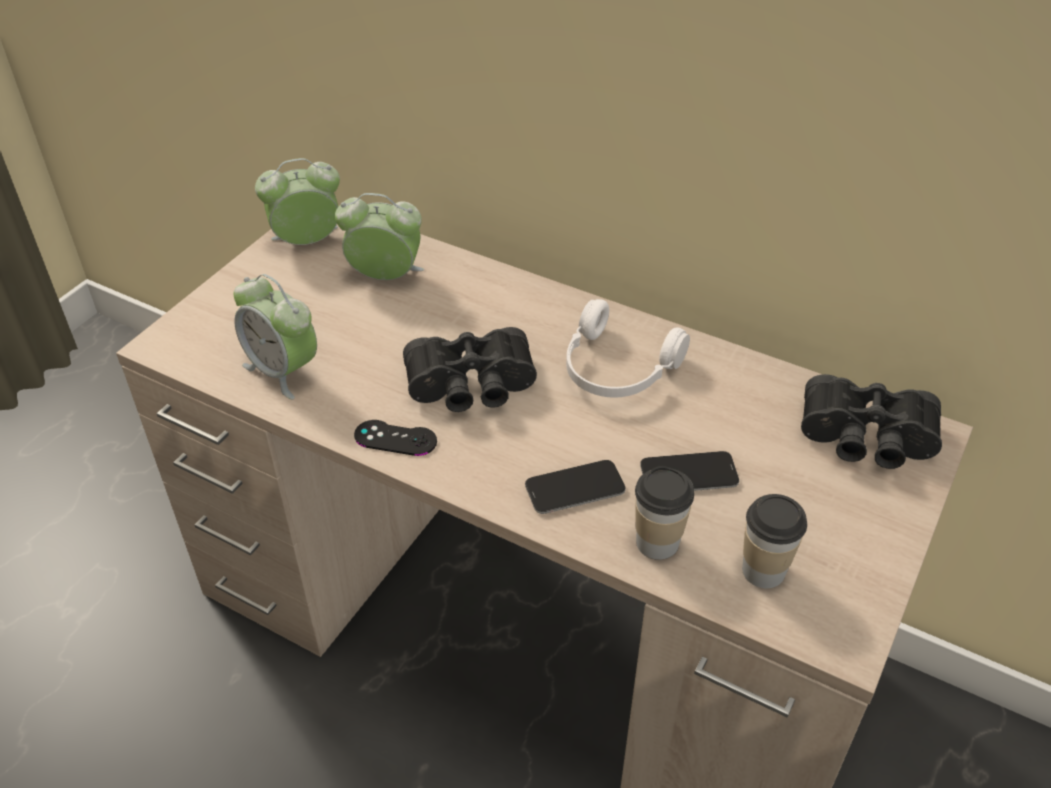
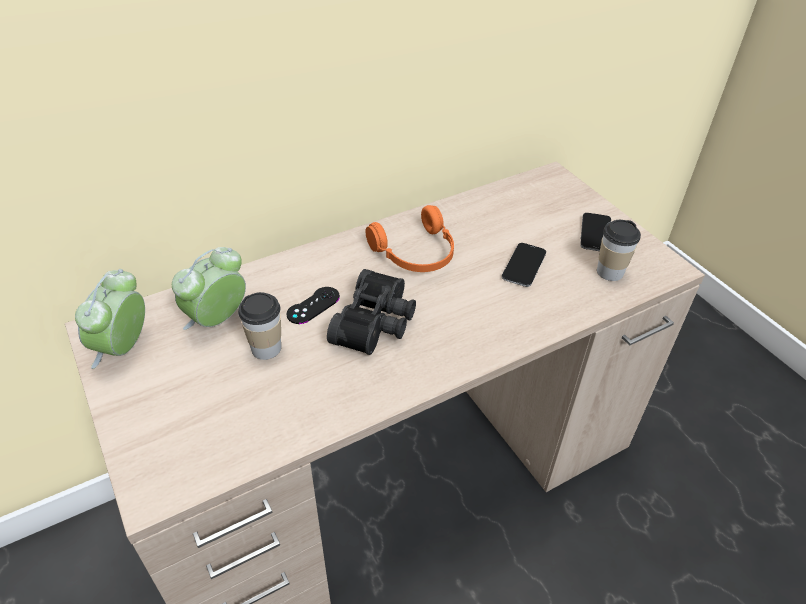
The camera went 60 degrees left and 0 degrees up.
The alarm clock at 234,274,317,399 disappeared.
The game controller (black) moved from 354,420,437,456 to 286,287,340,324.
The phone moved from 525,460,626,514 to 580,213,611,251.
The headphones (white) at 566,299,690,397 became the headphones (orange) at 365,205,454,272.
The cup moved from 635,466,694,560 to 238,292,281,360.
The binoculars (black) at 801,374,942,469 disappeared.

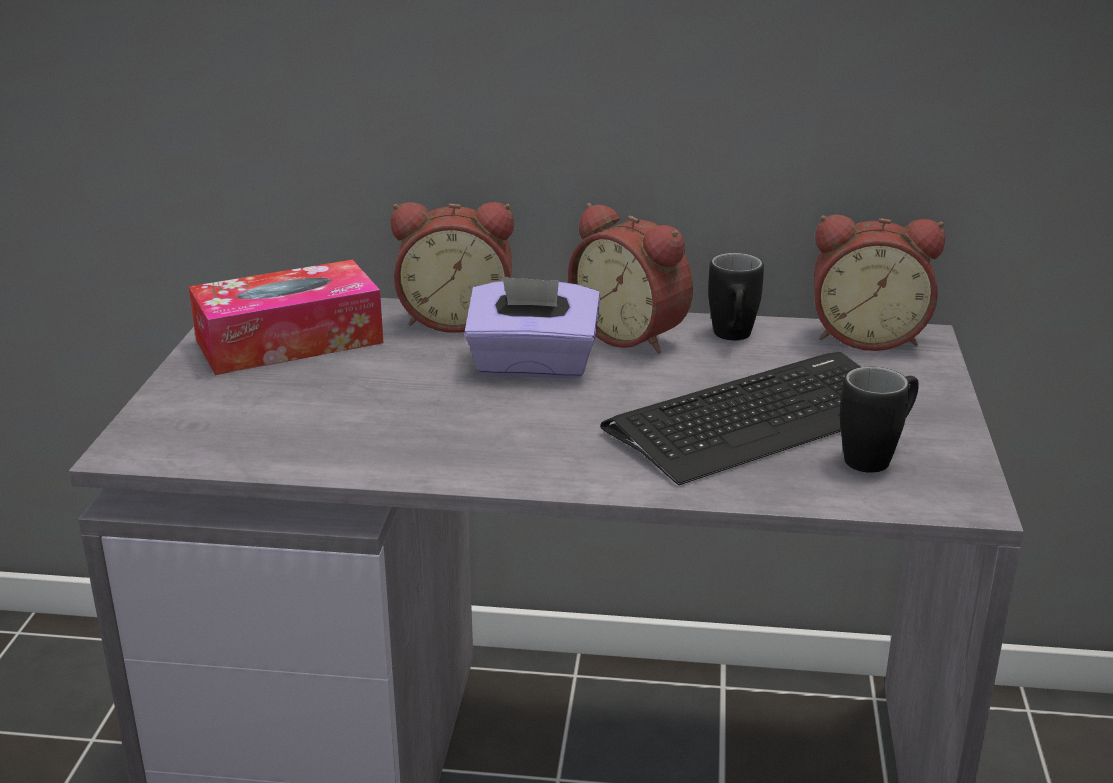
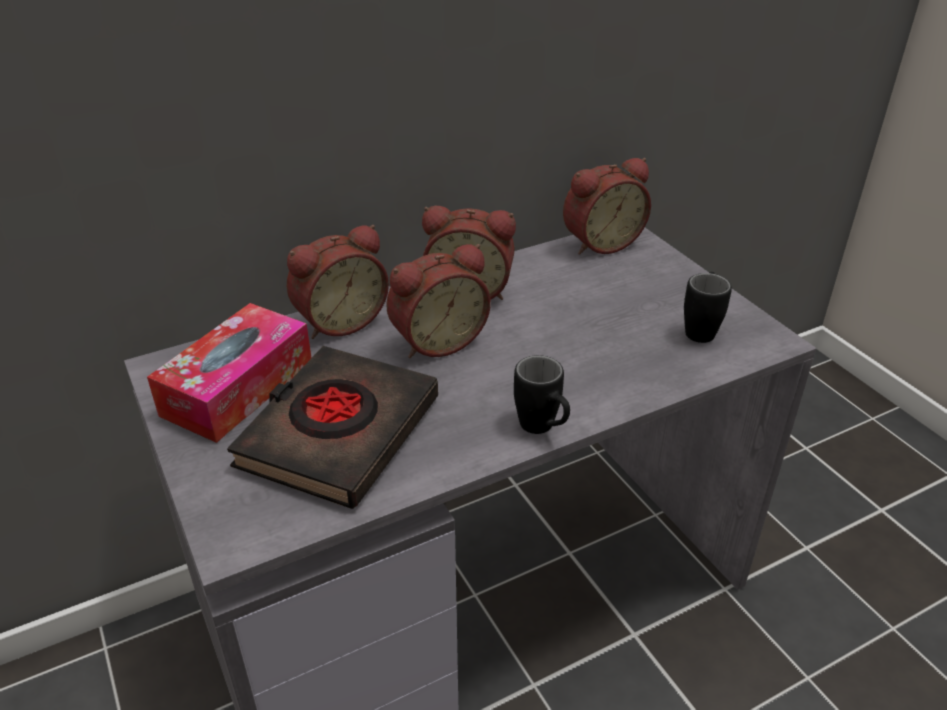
The camera went 35 degrees left and 10 degrees up.
The tissue box (purple) at 464,276,600,379 was replaced by the alarm clock at 386,244,491,358.
The keyboard at 600,352,860,485 disappeared.
The mug (black) moved from 708,253,764,341 to 514,355,570,434.
The book (black) at 227,346,438,509 appeared.

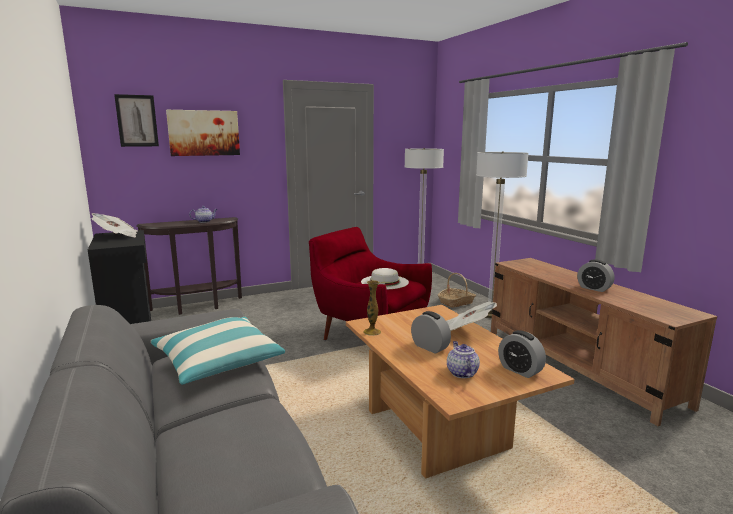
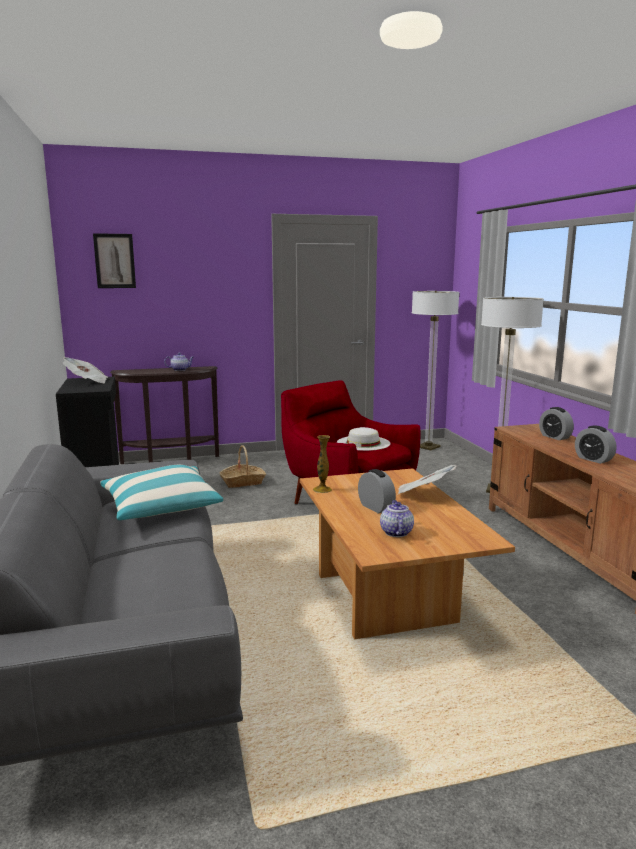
The camera went 10 degrees right and 0 degrees up.
The picture at 166,110,240,156 disappeared.
The basket moved from 438,273,476,308 to 220,445,267,488.
The alarm clock moved from 498,330,546,378 to 539,407,574,440.

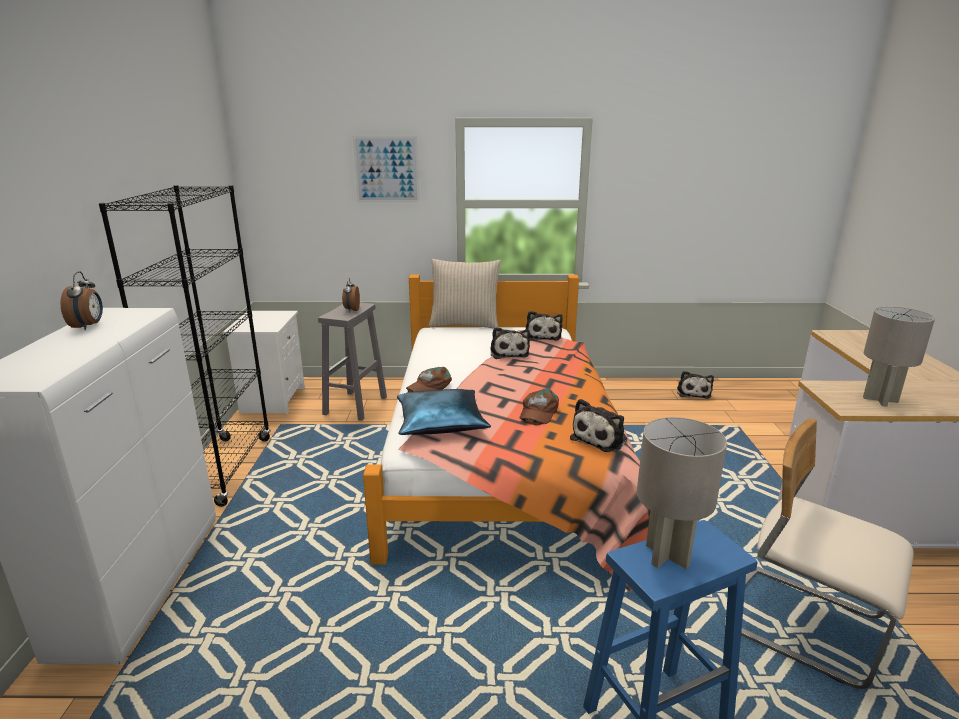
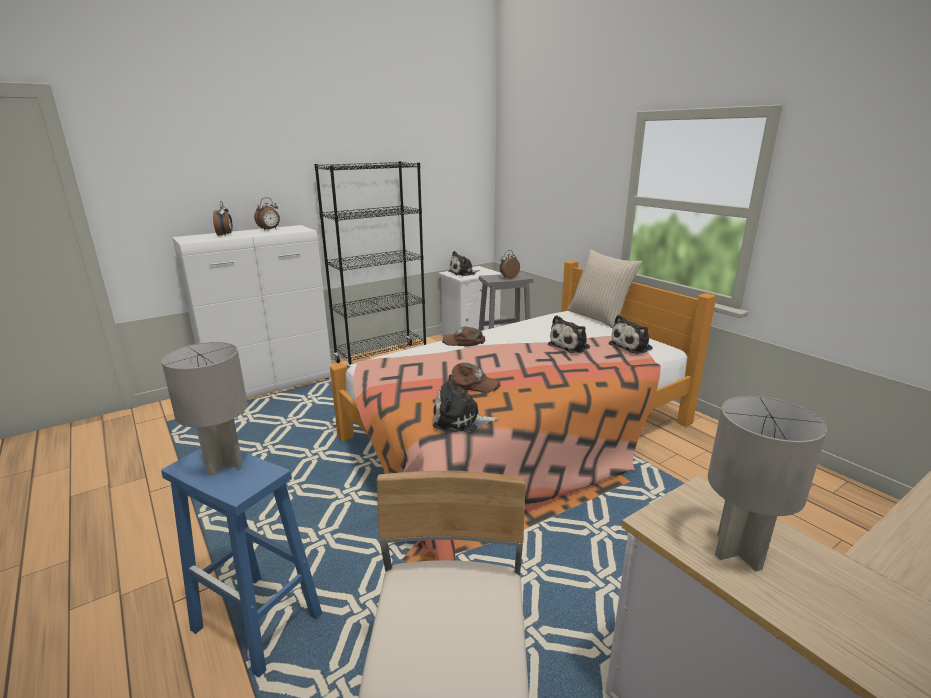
The camera went 55 degrees right and 0 degrees up.
The picture at 353,136,420,202 disappeared.
The pillow (blue) at 397,389,491,435 disappeared.
The cap (brown) at 520,388,559,426 turned 150 degrees counterclockwise.
The plush toy moved from 677,371,714,399 to 448,251,480,276.
The alarm clock at 213,201,233,237 appeared.

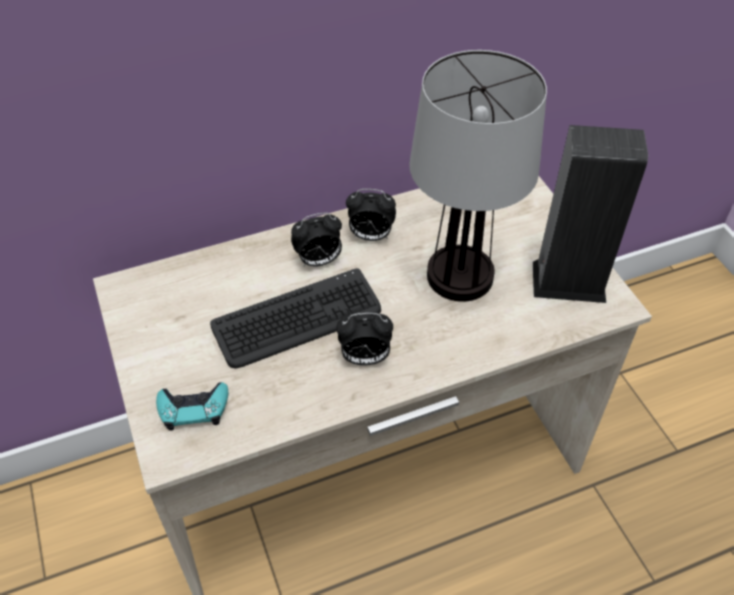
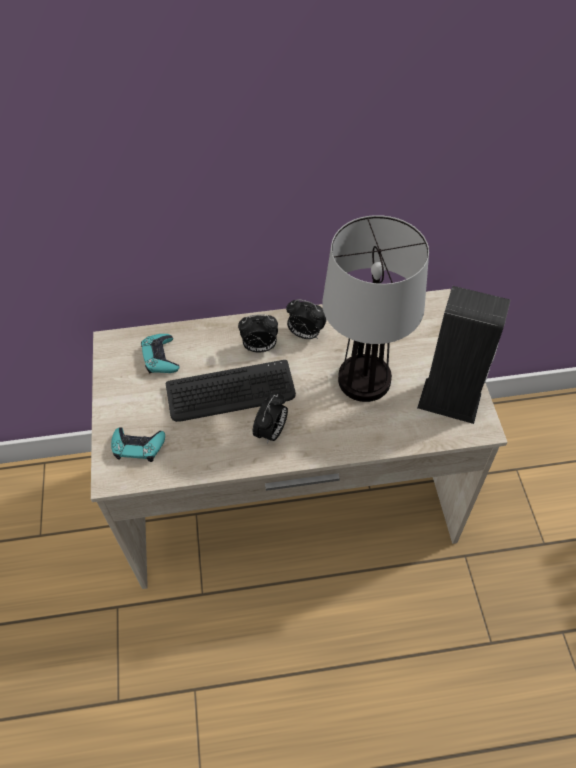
The camera went 15 degrees right and 5 degrees up.
The alarm clock at 336,313,393,366 turned 75 degrees counterclockwise.
The game controller (turquoise) at 141,334,180,373 appeared.

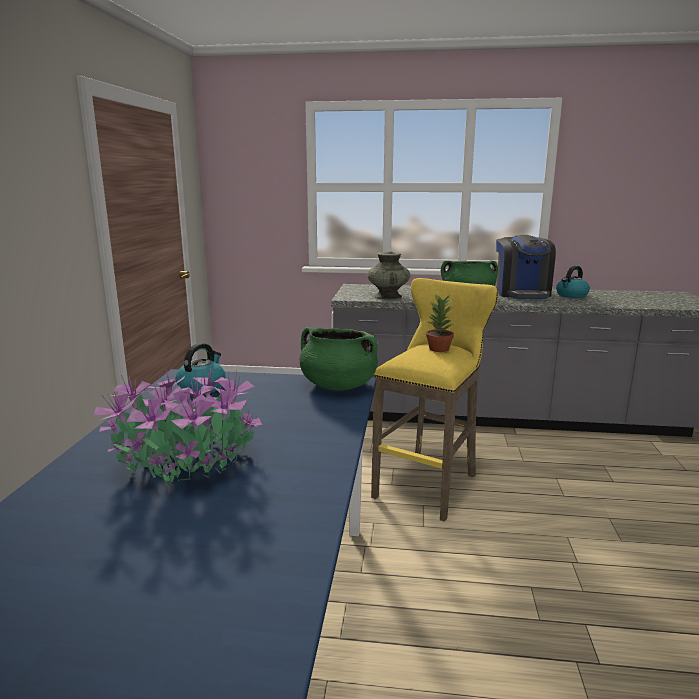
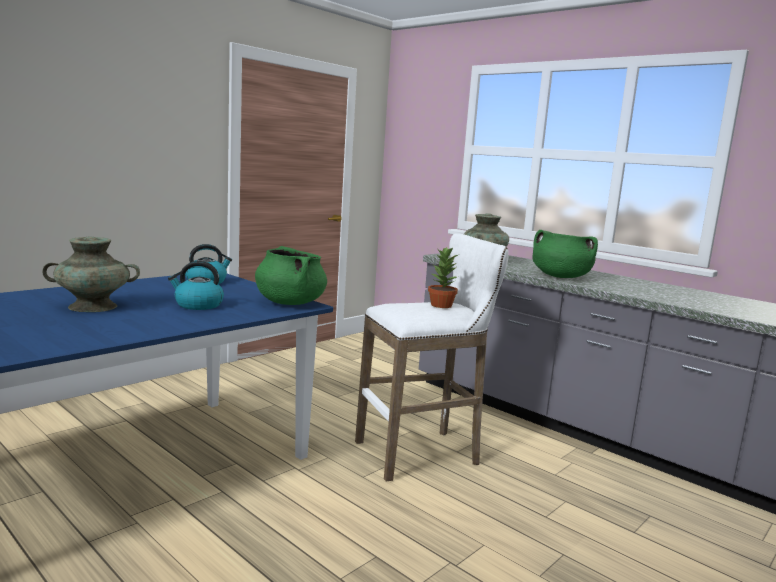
The camera went 35 degrees right and 5 degrees down.
The potted plant at 94,367,262,486 was replaced by the vase (turquoise) at 42,236,140,312.
The stool (yellow) at 371,278,498,522 became the stool (white) at 355,233,509,482.
The coffee machine at 496,235,556,299 disappeared.
The kettle moved from 556,266,590,298 to 168,261,224,310.

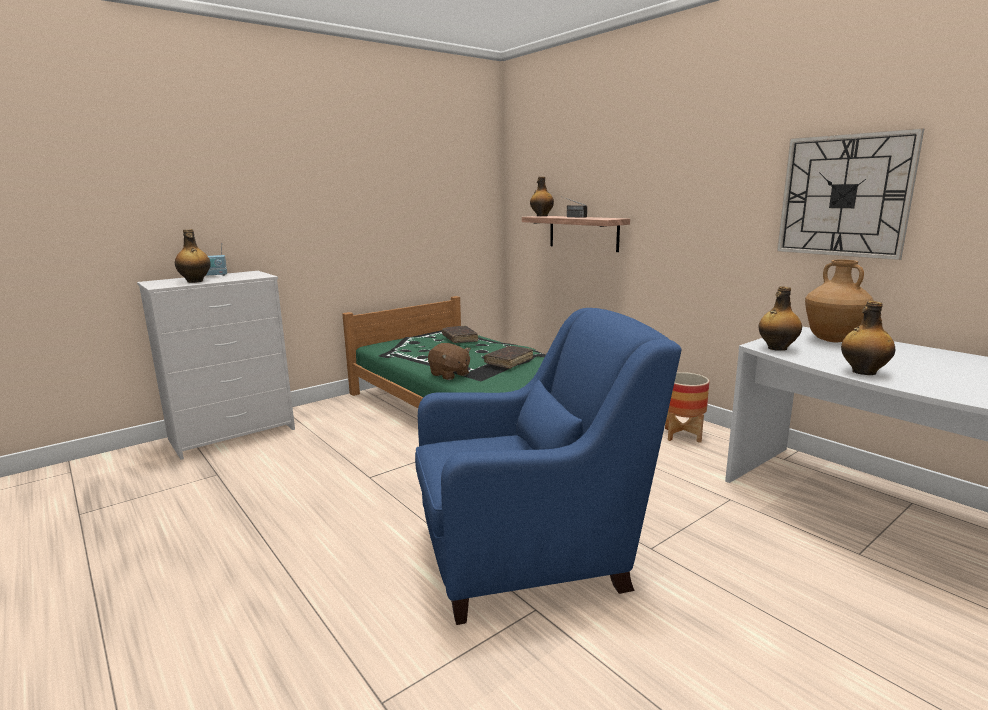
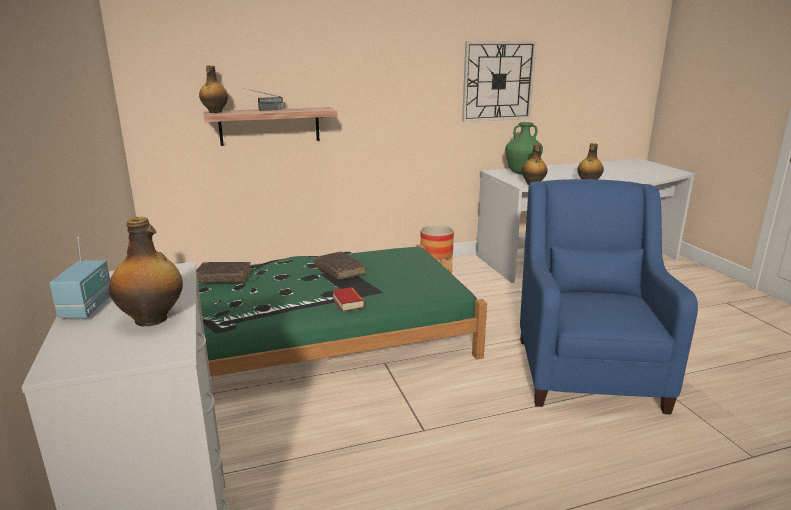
The camera went 70 degrees left and 5 degrees up.
The plush toy (brown) at 428,343,471,380 was replaced by the book at 332,287,364,312.
The vase (brown) at 805,260,874,342 became the vase (green) at 505,122,543,175.

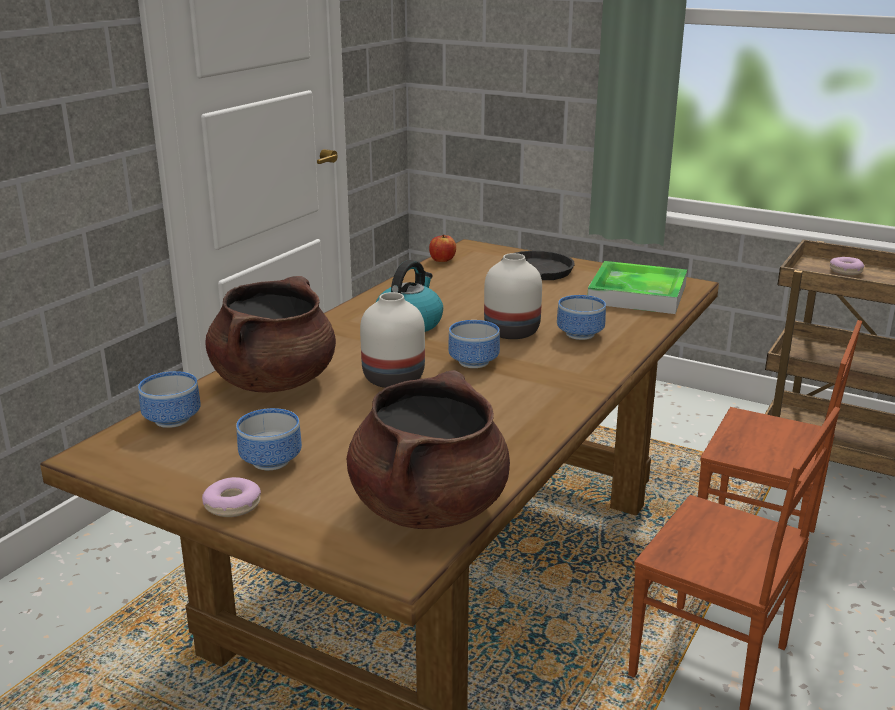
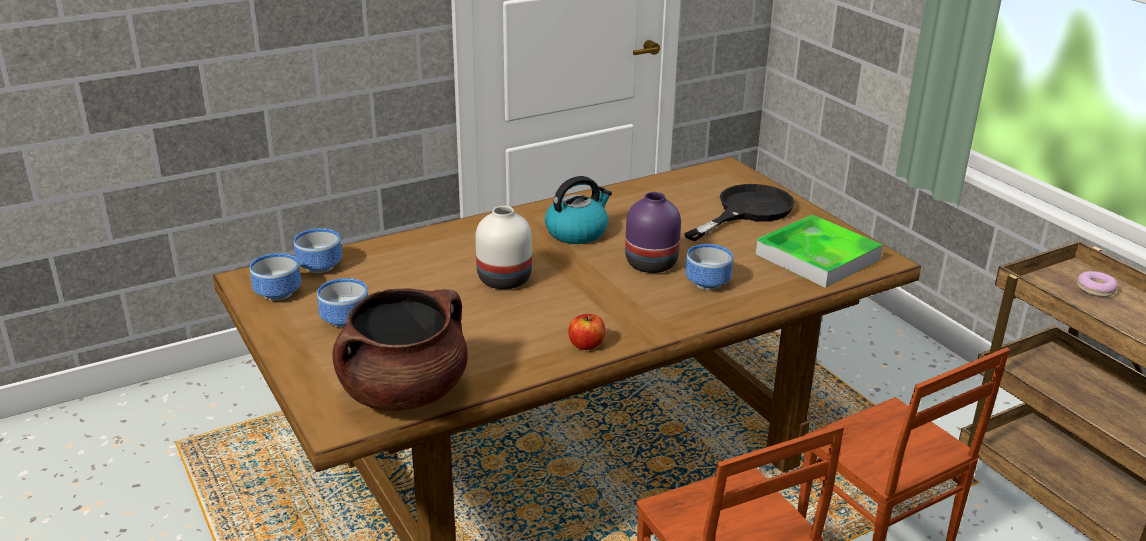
The camera went 30 degrees right and 5 degrees up.
The donut at 202,477,261,517 disappeared.
The cooking pot (brown) at 205,276,336,393 disappeared.
The apple moved from 429,234,456,262 to 568,314,606,350.
The bowl moved from 448,320,500,368 to 250,253,301,301.
The vase (white) at 484,253,542,339 became the vase (purple) at 625,192,681,273.

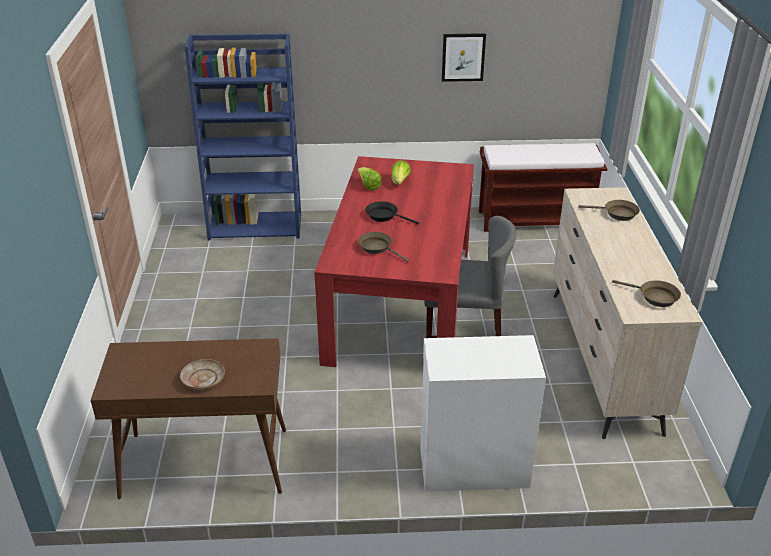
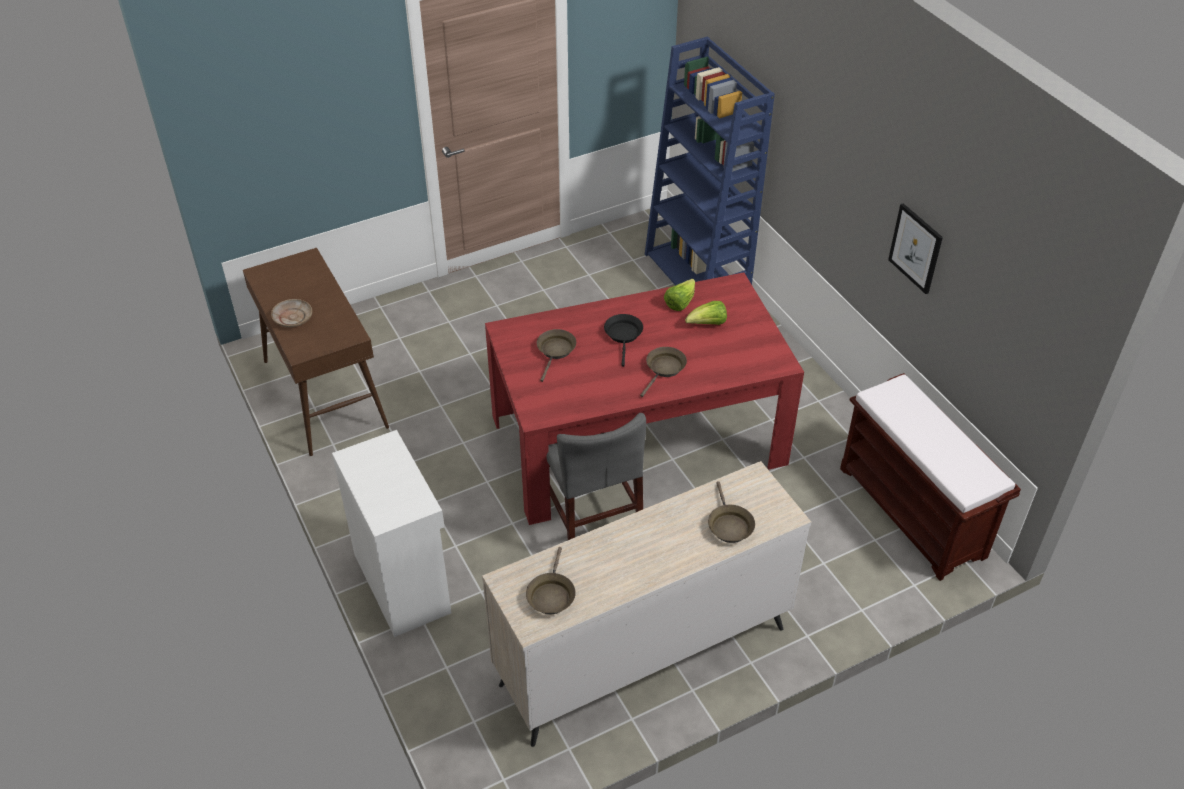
The camera went 65 degrees right and 10 degrees up.
The frying pan (brown) at 640,347,687,397 appeared.

